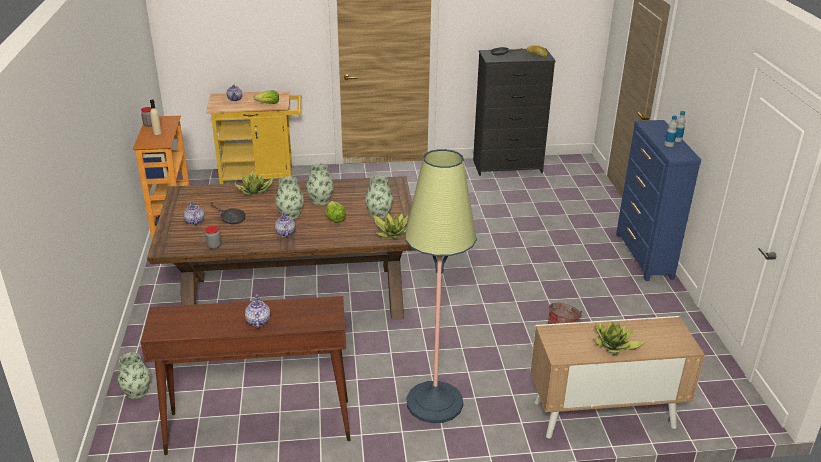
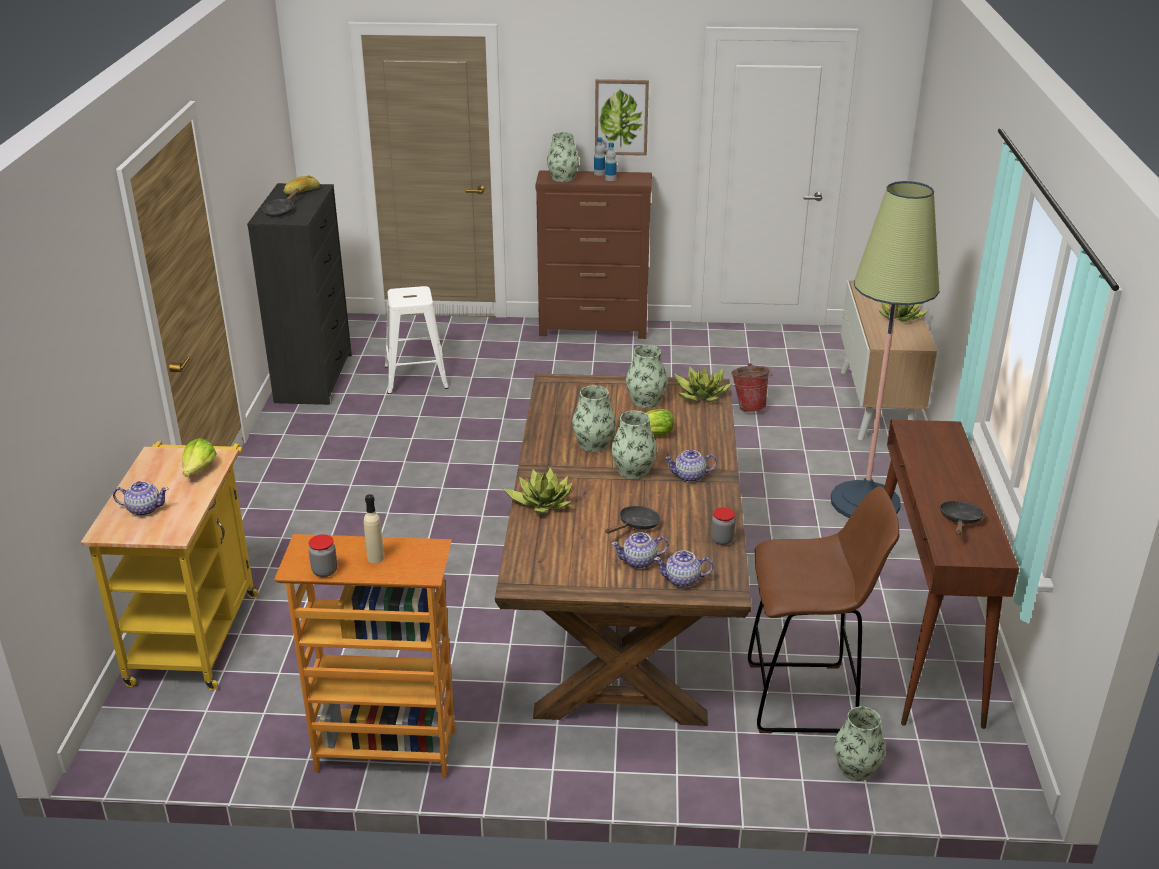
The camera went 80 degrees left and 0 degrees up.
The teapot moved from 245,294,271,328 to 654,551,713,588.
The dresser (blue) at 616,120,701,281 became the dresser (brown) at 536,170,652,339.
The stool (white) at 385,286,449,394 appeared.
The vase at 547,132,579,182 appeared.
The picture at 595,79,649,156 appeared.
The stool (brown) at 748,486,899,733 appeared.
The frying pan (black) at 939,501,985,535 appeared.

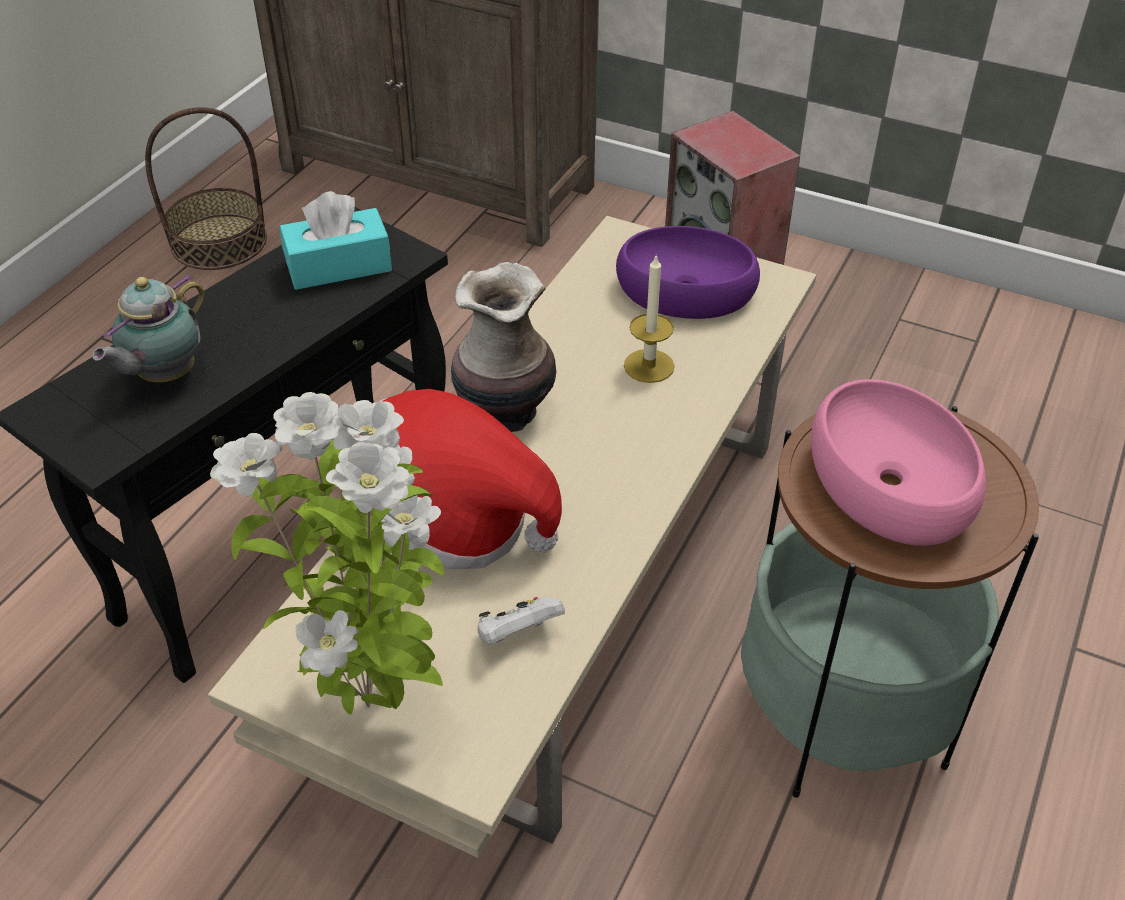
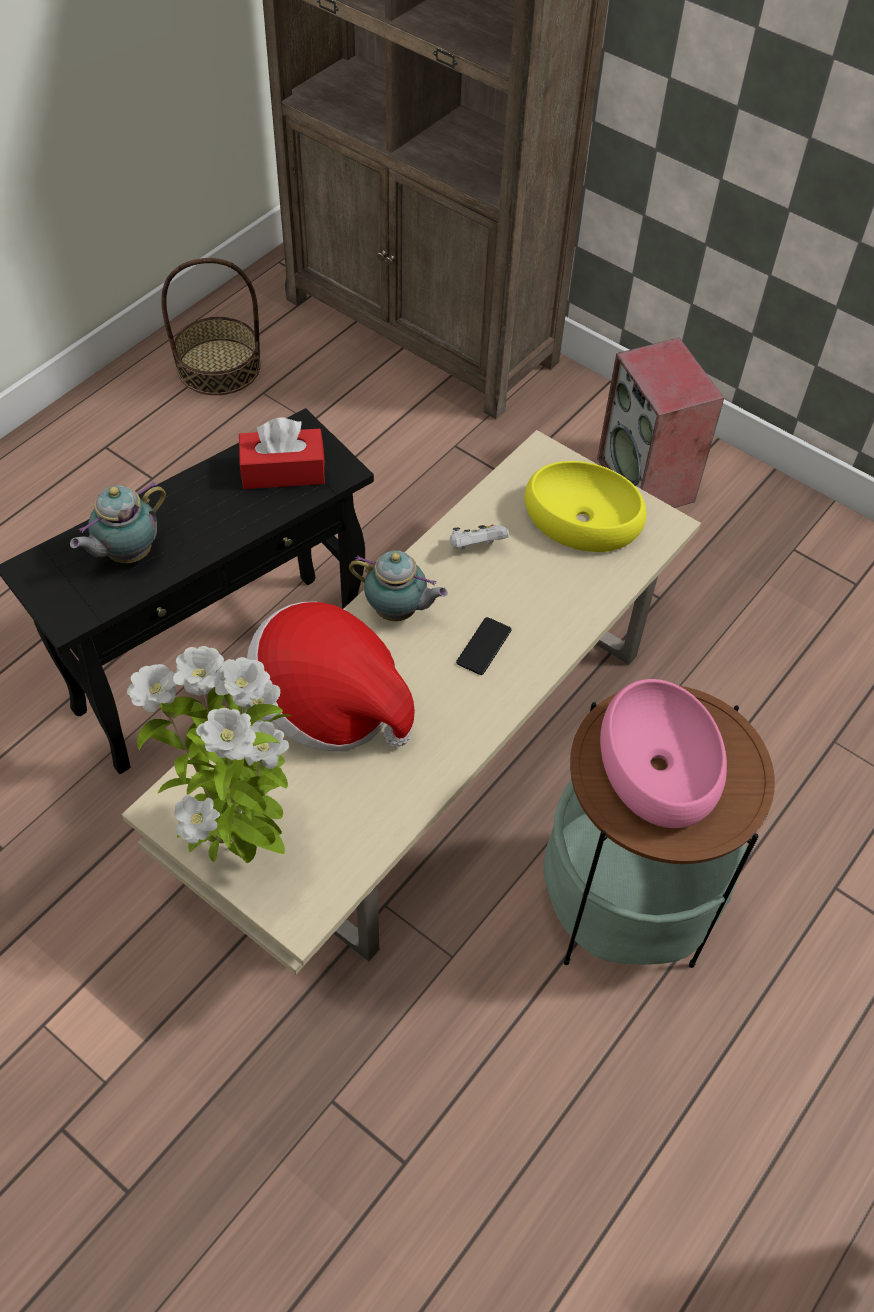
The camera went 10 degrees right and 10 degrees up.
The tissue box (turquoise) at 279,191,392,290 became the tissue box (red) at 239,417,325,489.
The vase at 451,262,556,432 was replaced by the teapot at 349,550,448,621.
The game controller (white) moved from 477,597,565,644 to 450,524,509,550.
The bowl (purple) at 616,226,760,319 became the bowl (yellow) at 525,461,646,552.
The candle at 624,254,675,383 disappeared.
The phone at 456,617,512,675 appeared.

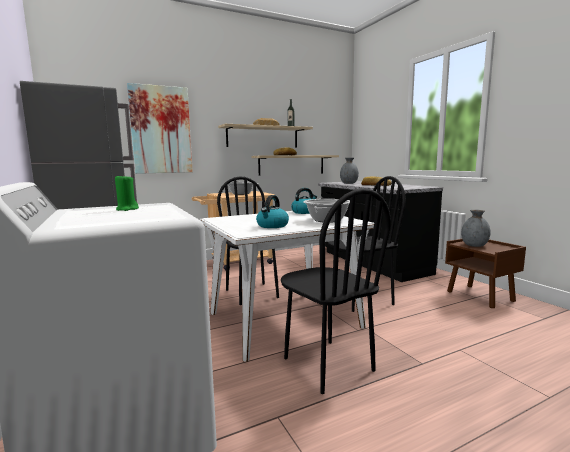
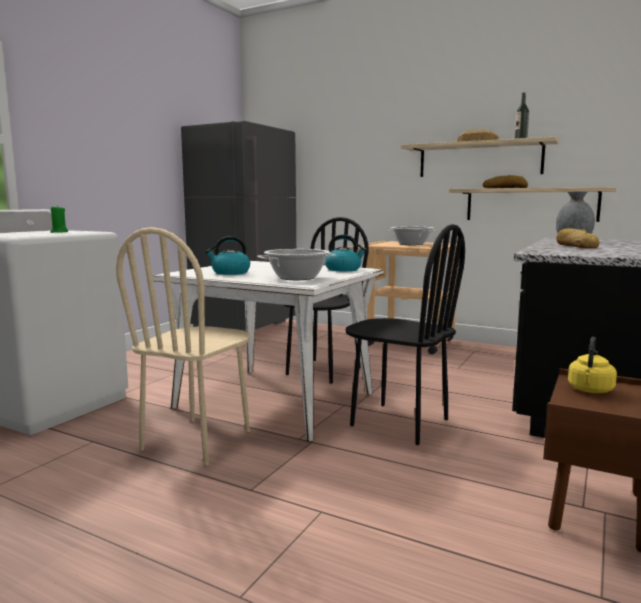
The camera went 55 degrees right and 0 degrees up.
The picture at 127,83,193,174 disappeared.
The chair (black) at 281,188,391,394 became the chair (beige) at 116,227,250,466.
The vase (grey) at 461,210,491,247 was replaced by the kettle (yellow) at 568,337,617,393.

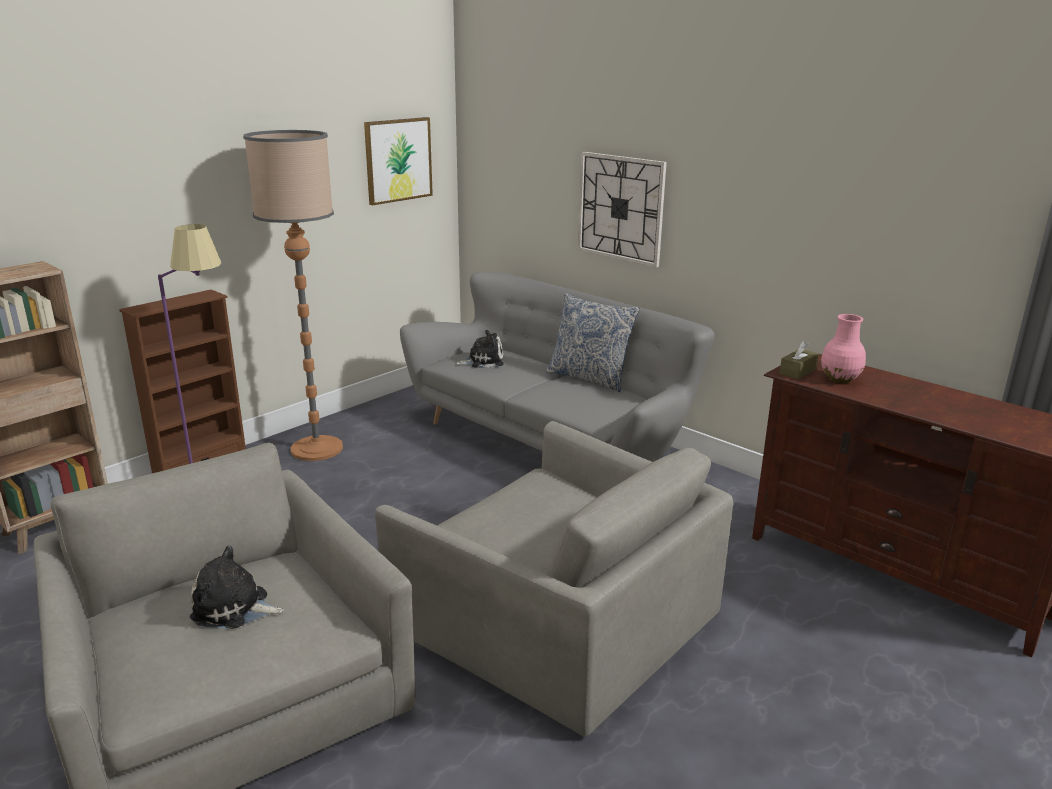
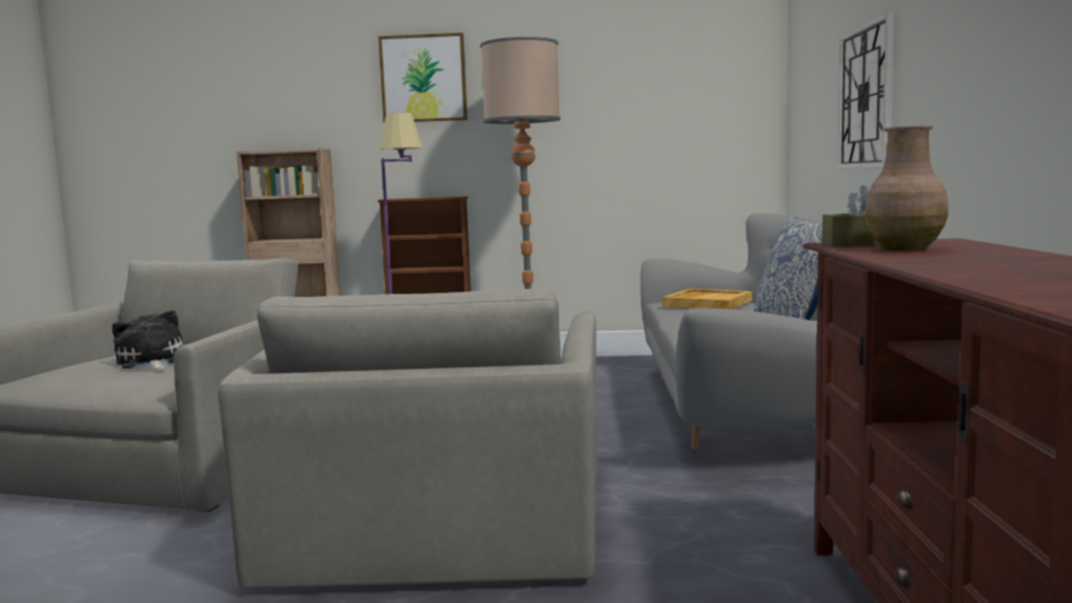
The camera went 50 degrees right and 15 degrees down.
The picture moved from 364,117,433,206 to 378,33,467,123.
The plush toy at 455,330,504,368 was replaced by the tray (beige) at 662,288,752,309.
The vase (pink) at 821,314,866,383 became the vase (brown) at 864,125,949,251.

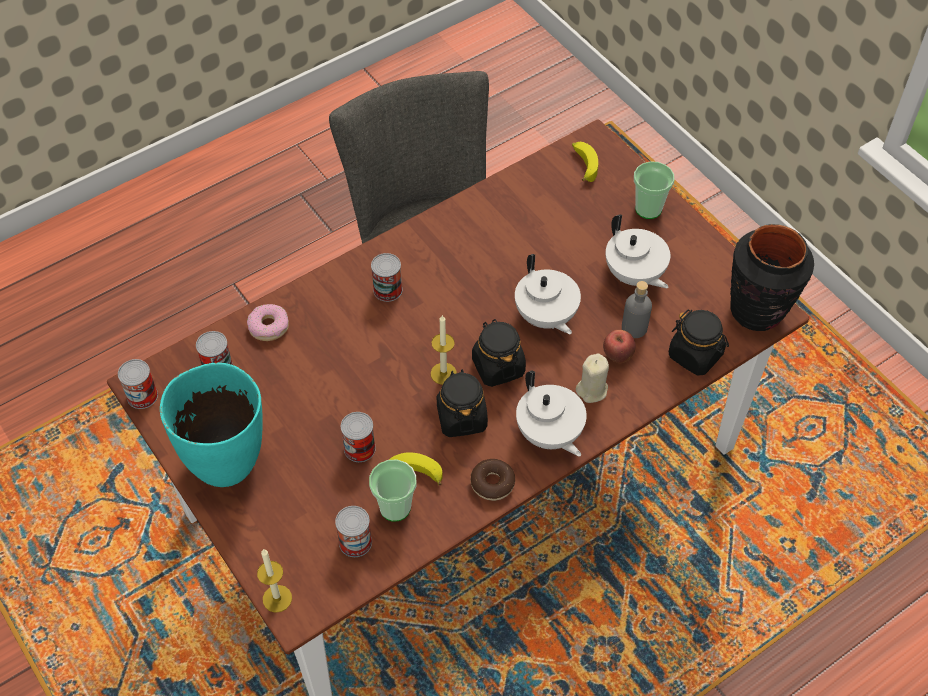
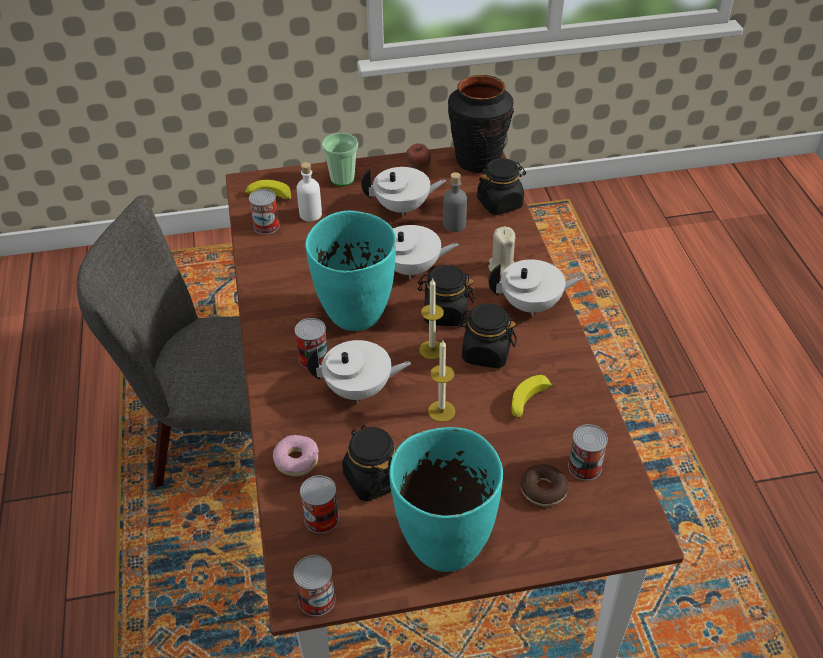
The camera went 65 degrees left and 10 degrees down.
The candle moved from 257,549,292,613 to 428,340,455,422.
The can moved from 341,412,376,462 to 249,189,280,234.
The cup at 369,460,416,522 disappeared.
The donut moved from 471,459,515,501 to 521,464,568,507.
The apple moved from 603,330,636,363 to 406,144,431,171.
The bottle (white) at 297,162,322,222 appeared.
The vase (turquoise) at 305,211,396,331 appeared.
The teapot (white) at 307,340,411,403 appeared.
The jar (black) at 342,425,395,502 appeared.

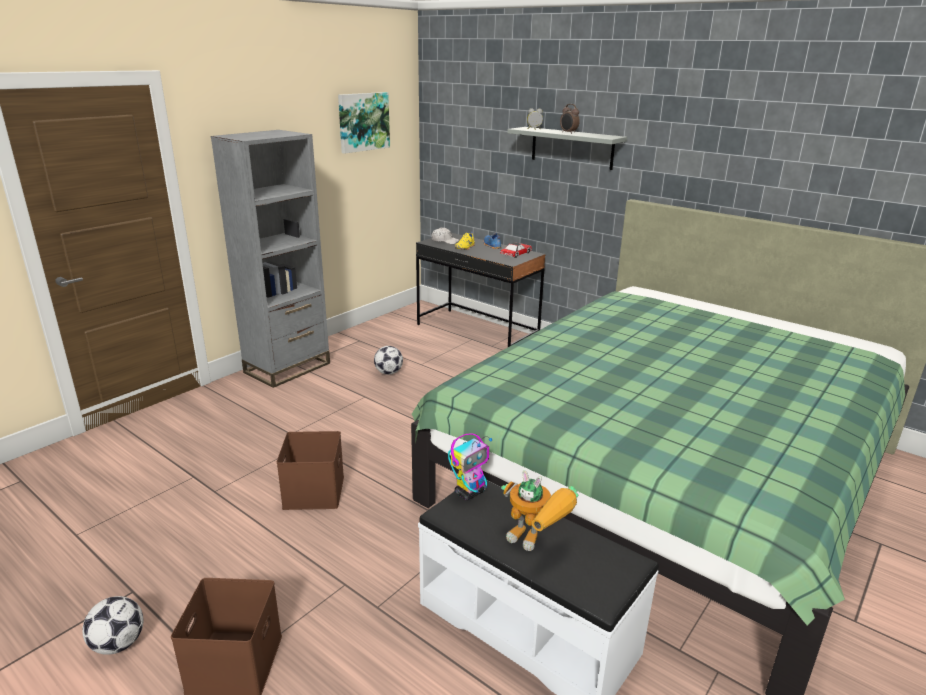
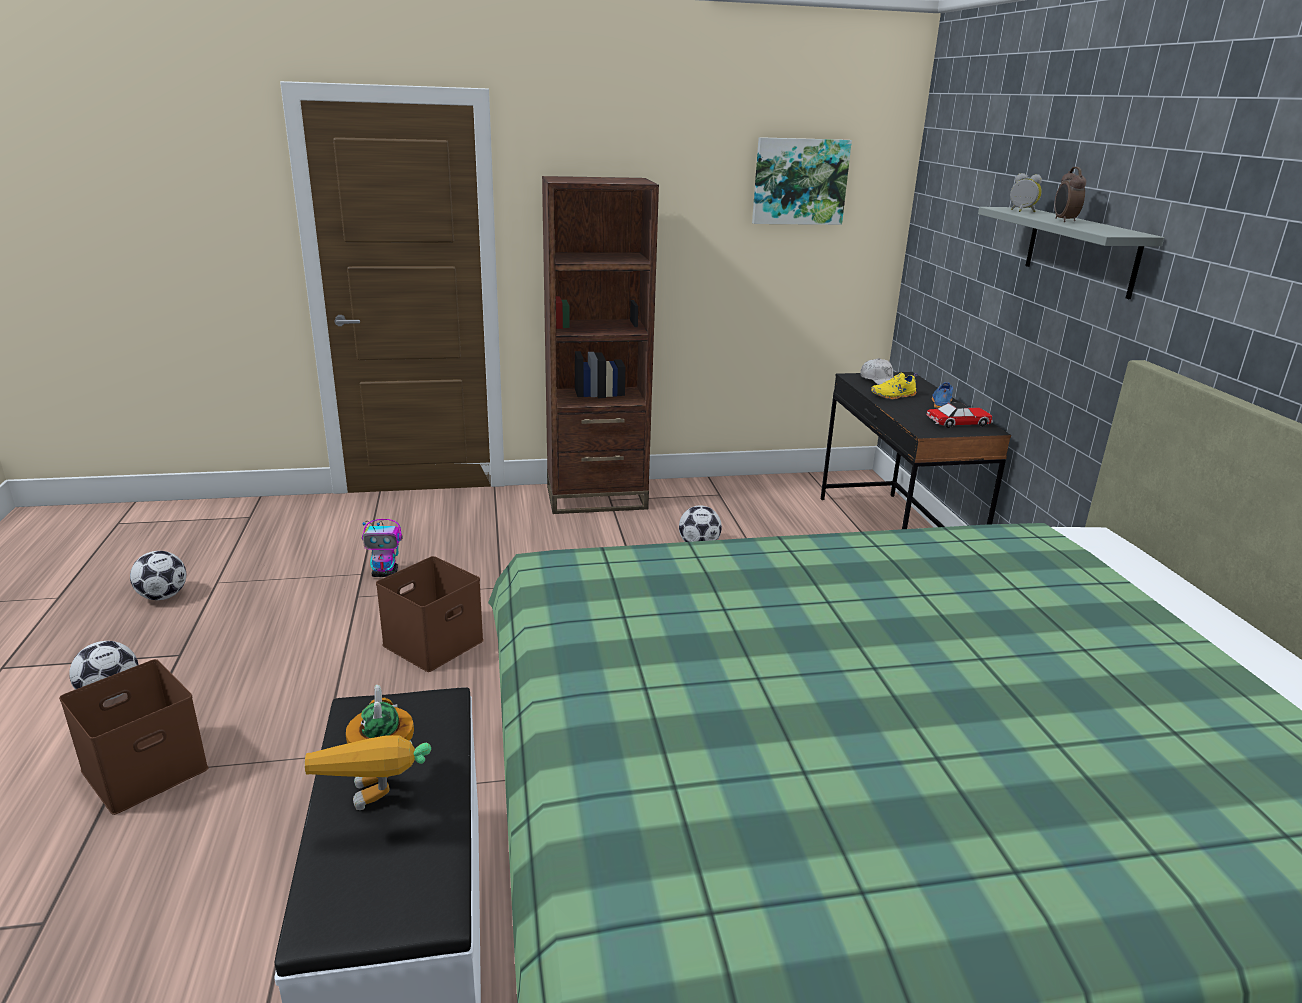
The camera went 40 degrees right and 0 degrees up.
The bookcase (grey) at 211,130,330,388 became the bookcase (brown) at 542,176,659,514.
The toy robot moved from 448,433,492,500 to 362,519,402,577.
The football at 130,551,186,600 appeared.

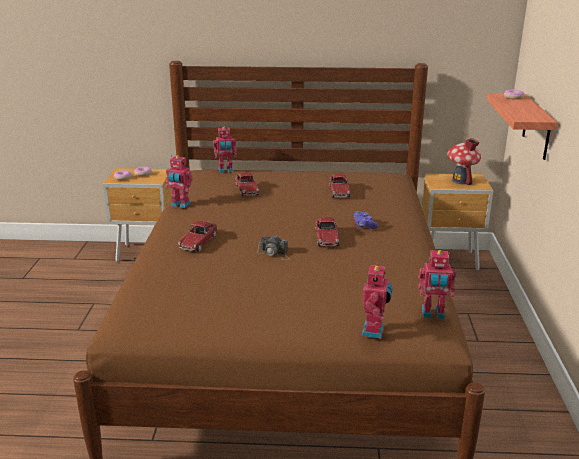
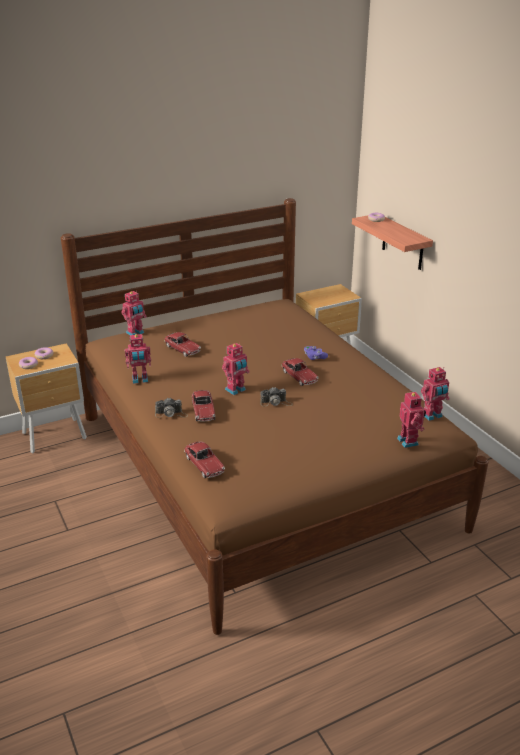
The camera went 30 degrees left and 5 degrees up.
The toy car moved from 330,174,350,198 to 184,441,225,478.
The toy house at 447,138,481,185 disappeared.
The photo camera at 155,398,188,418 appeared.
The toy robot at 222,343,250,395 appeared.

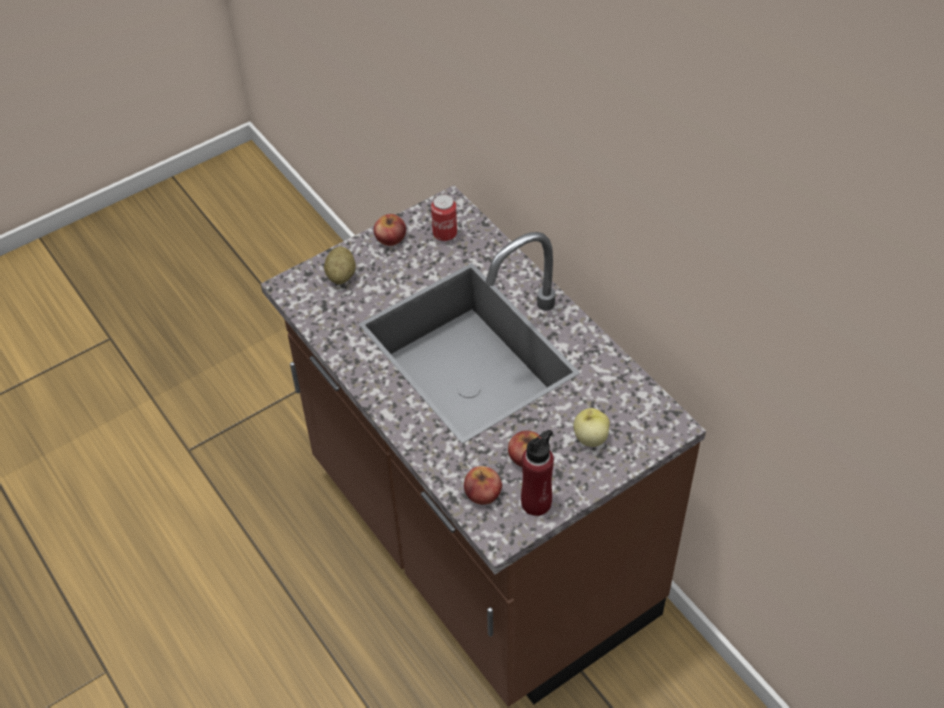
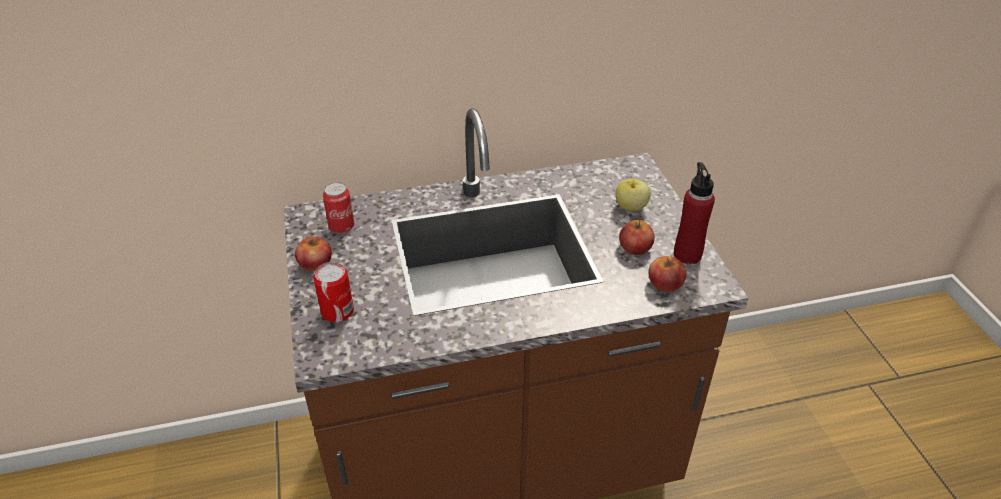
The camera went 70 degrees left and 10 degrees down.
The potato at 324,246,356,285 was replaced by the can at 313,262,354,322.

